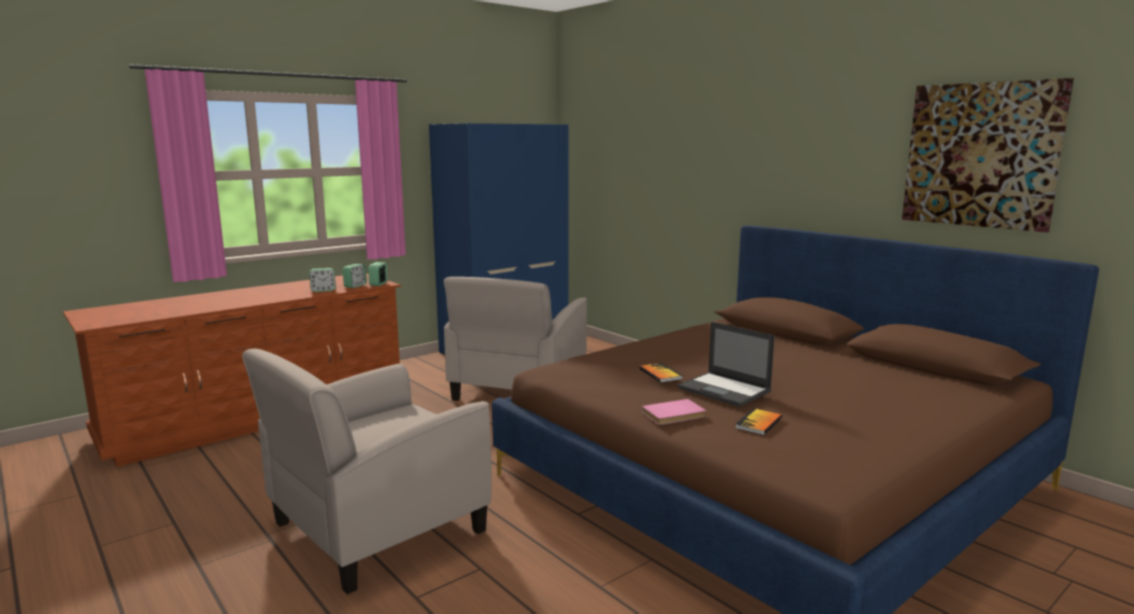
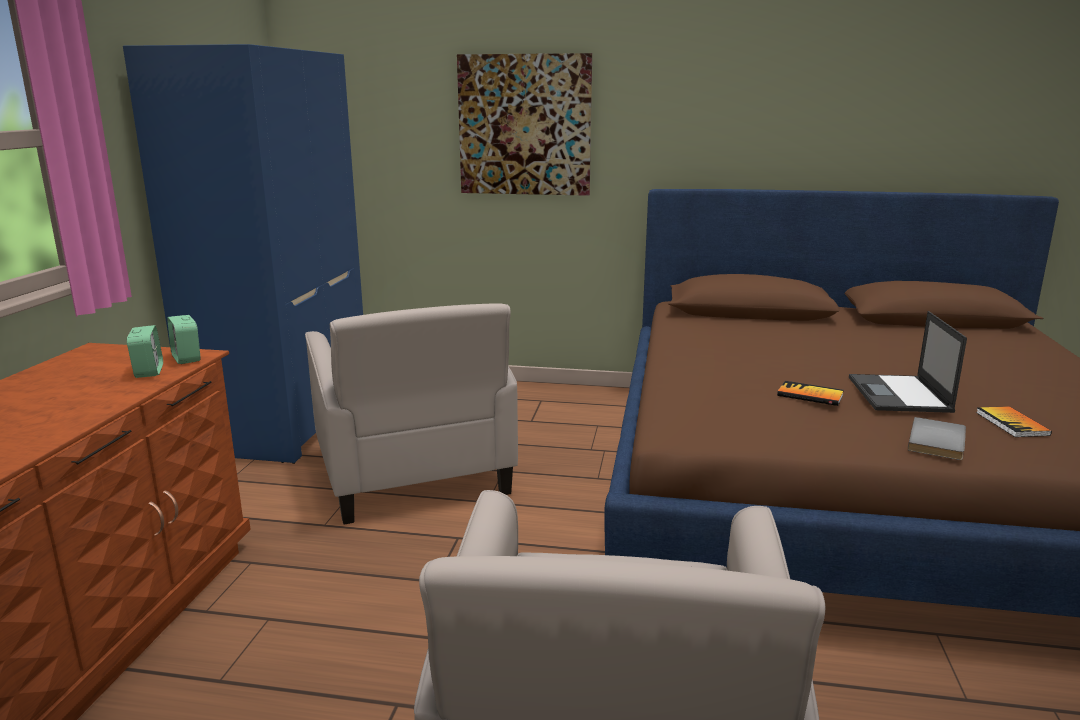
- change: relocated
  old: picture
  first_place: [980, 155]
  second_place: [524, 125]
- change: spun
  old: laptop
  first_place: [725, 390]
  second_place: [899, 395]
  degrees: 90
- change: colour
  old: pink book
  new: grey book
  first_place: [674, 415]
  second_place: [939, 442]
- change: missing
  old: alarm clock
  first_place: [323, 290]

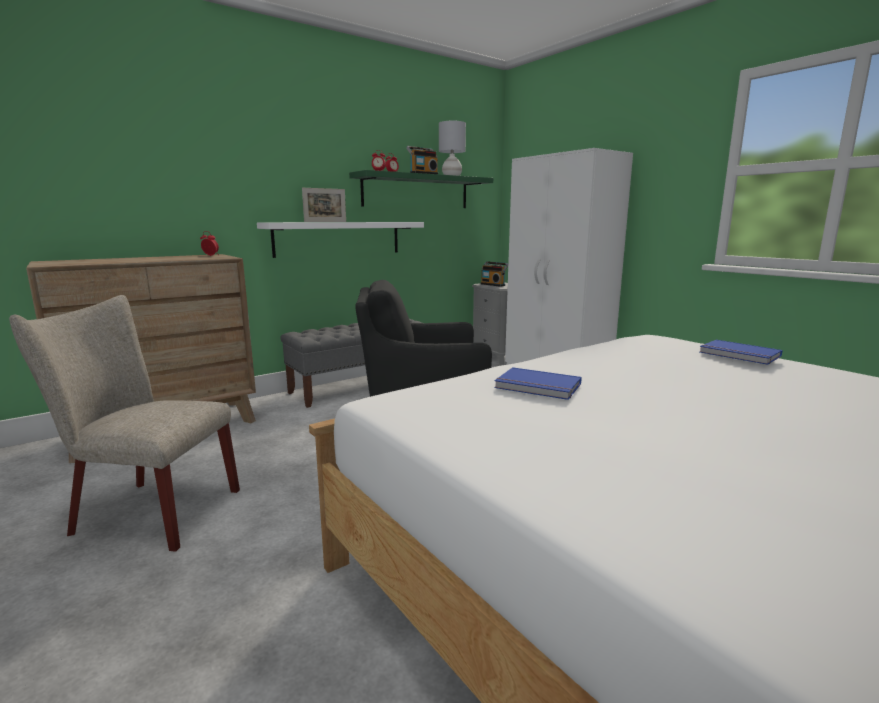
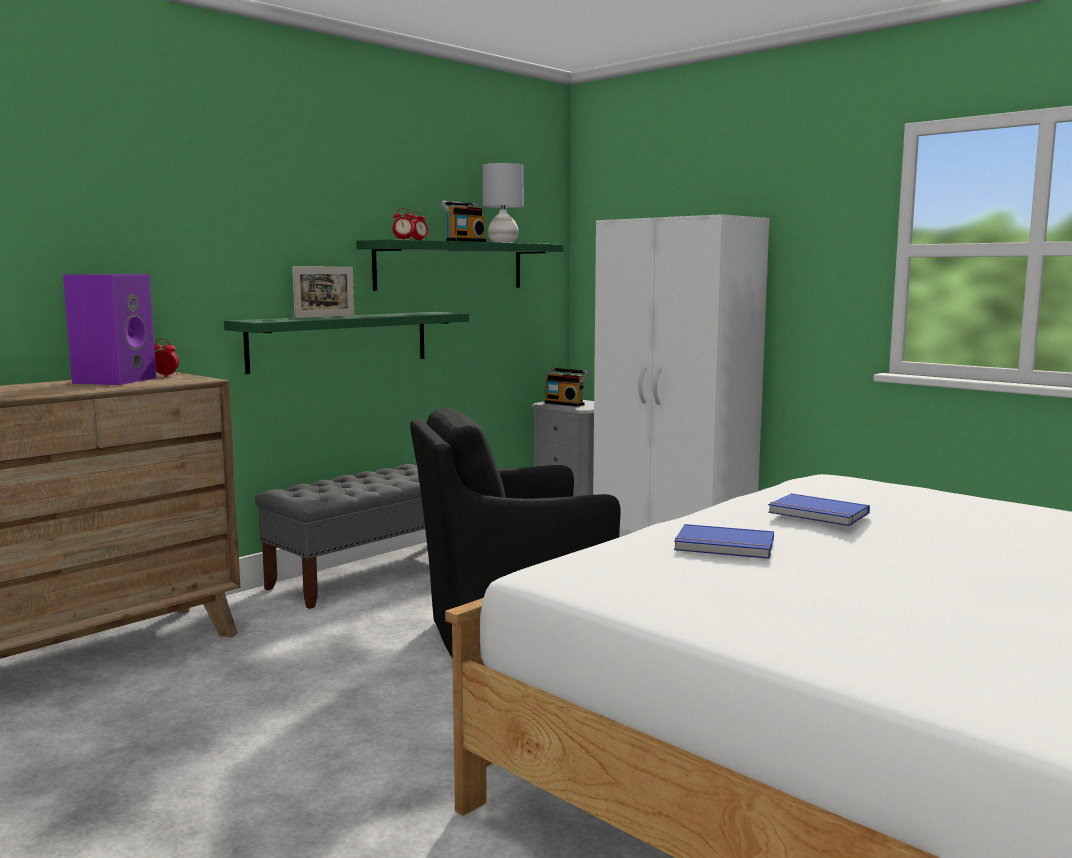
- change: appeared
  new: purple speaker
  second_place: [115, 380]
- change: colour
  old: white shelf
  new: green shelf
  first_place: [338, 238]
  second_place: [340, 340]
- change: relocated
  old: blue book
  first_place: [739, 355]
  second_place: [817, 514]
- change: missing
  old: beige chair
  first_place: [148, 511]

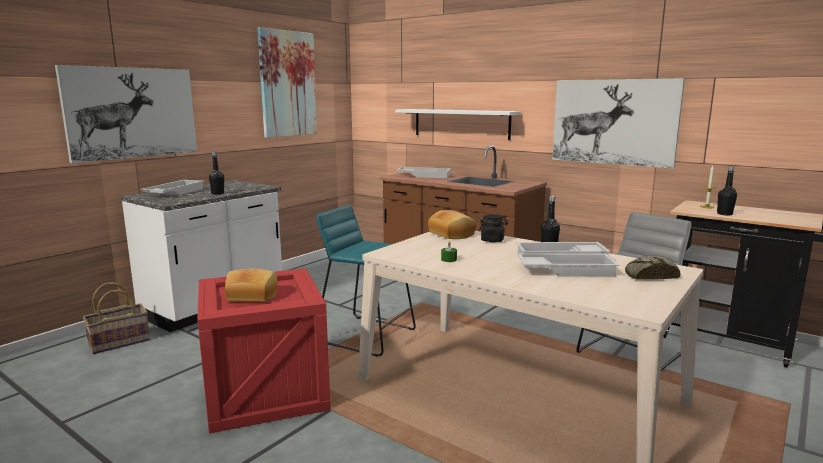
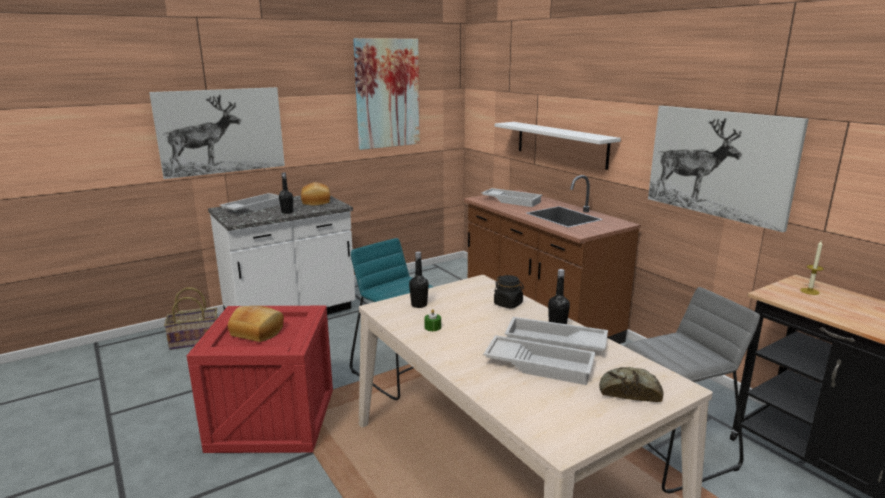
- change: relocated
  old: bread
  first_place: [452, 234]
  second_place: [317, 201]
- change: relocated
  old: black bottle
  first_place: [724, 214]
  second_place: [419, 305]

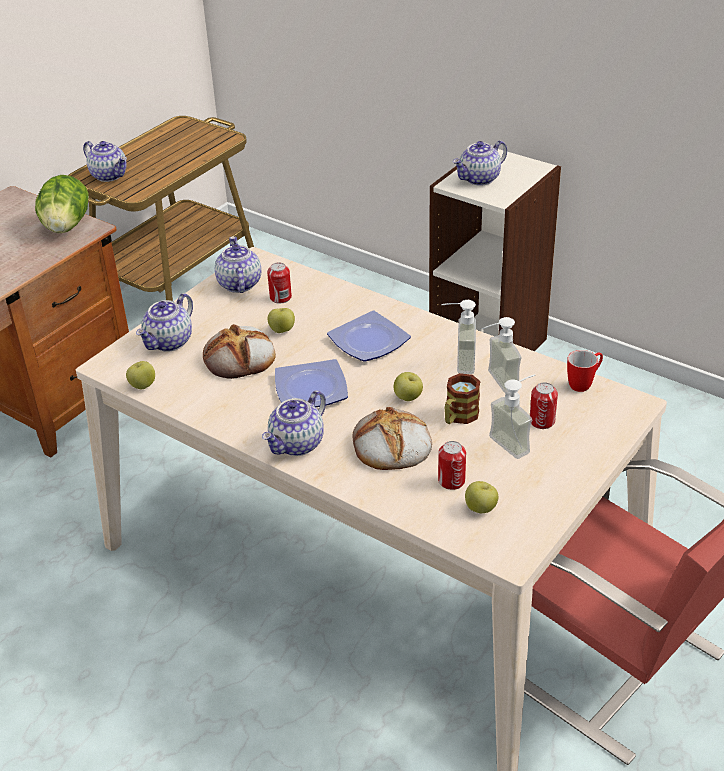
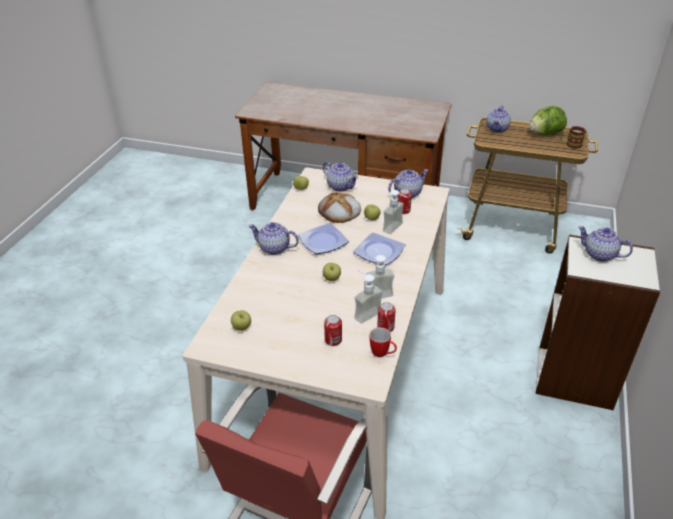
- change: spun
  old: teapot
  first_place: [169, 342]
  second_place: [341, 186]
  degrees: -150
- change: relocated
  old: can
  first_place: [451, 481]
  second_place: [385, 327]
- change: relocated
  old: soap dispenser
  first_place: [516, 441]
  second_place: [397, 229]
- change: relocated
  old: lettuce
  first_place: [66, 227]
  second_place: [544, 134]
- change: relocated
  old: mug
  first_place: [458, 417]
  second_place: [570, 144]
- change: missing
  old: bread
  first_place: [391, 445]

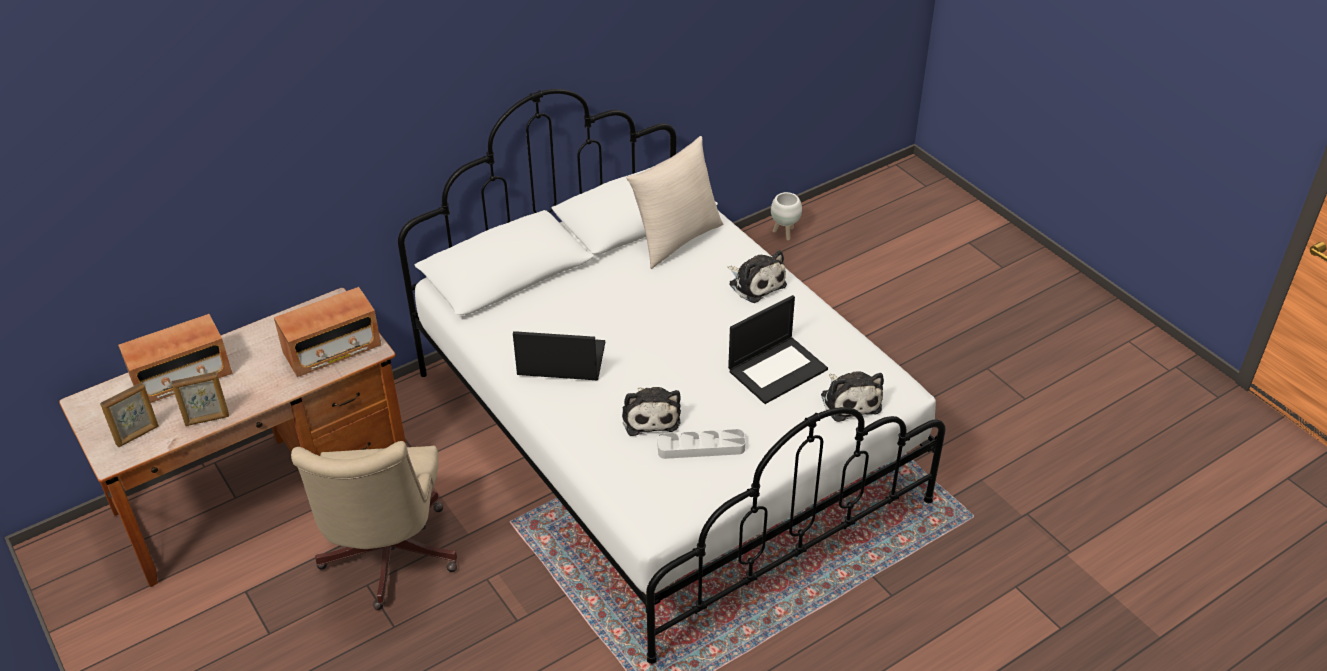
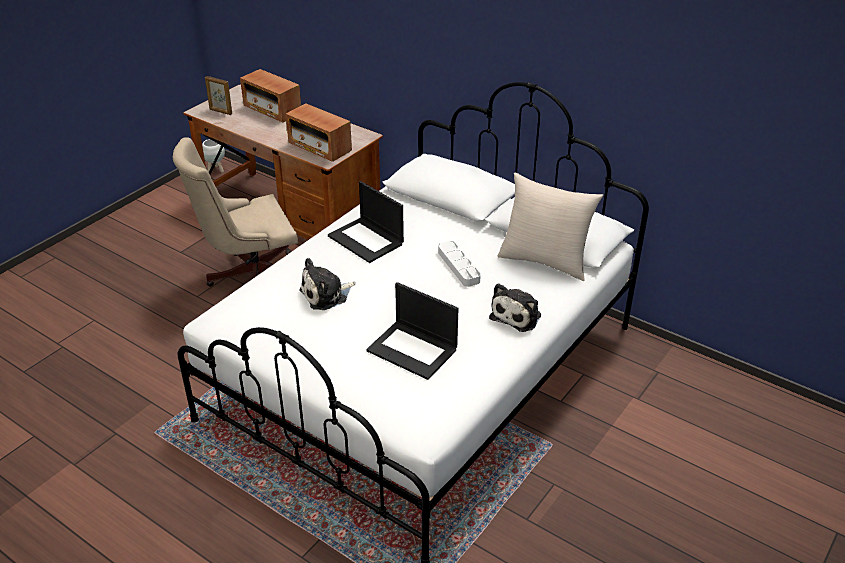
- change: relocated
  old: white planter
  first_place: [784, 233]
  second_place: [215, 170]
- change: spun
  old: laptop
  first_place: [560, 360]
  second_place: [367, 240]
  degrees: 150
- change: relocated
  old: grey tray
  first_place: [701, 447]
  second_place: [458, 266]
- change: missing
  old: picture frame
  first_place: [207, 420]
- change: missing
  old: plush toy
  first_place: [849, 400]

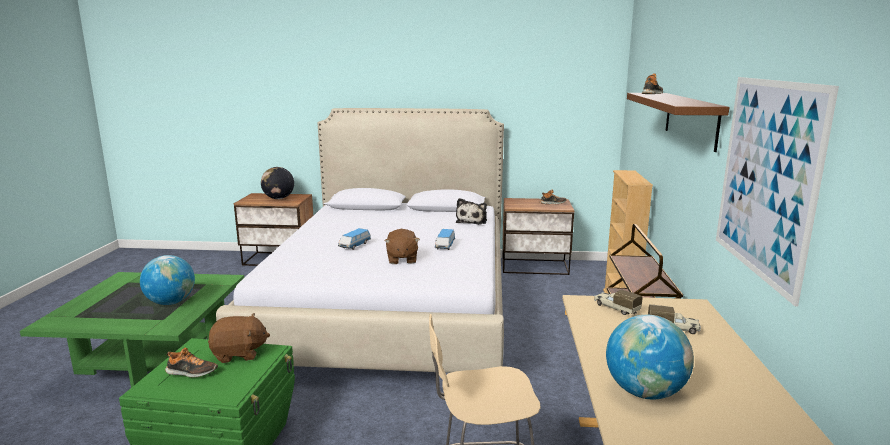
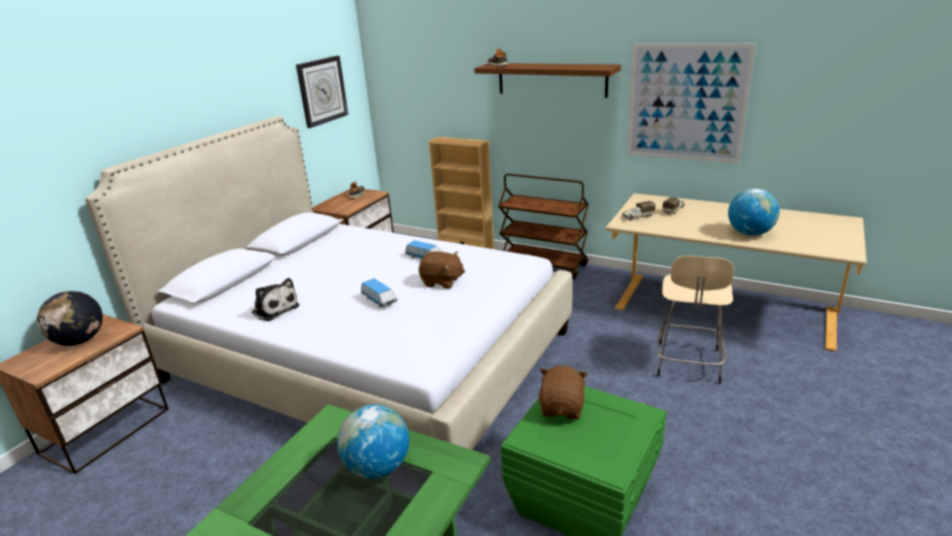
- change: relocated
  old: plush toy
  first_place: [472, 221]
  second_place: [274, 309]
- change: appeared
  new: wall clock
  second_place: [322, 91]
- change: missing
  old: shoe
  first_place: [191, 372]

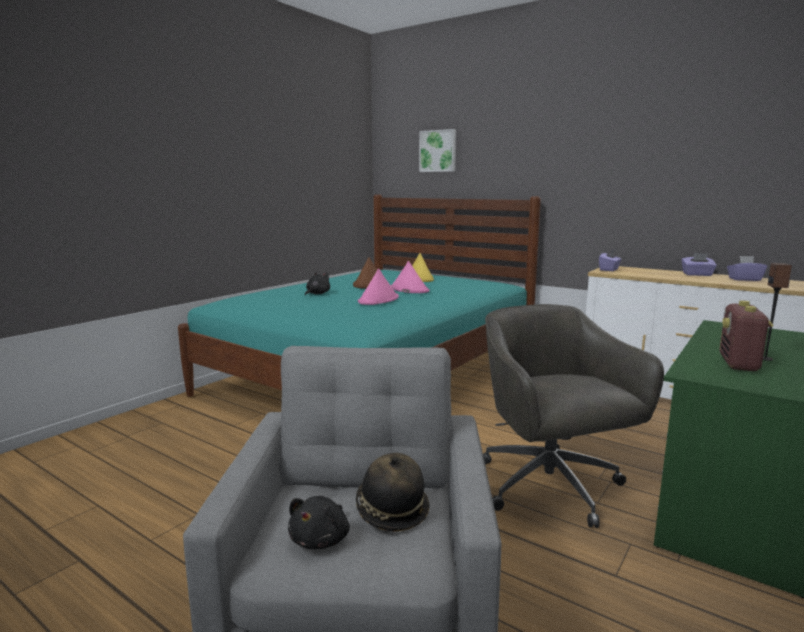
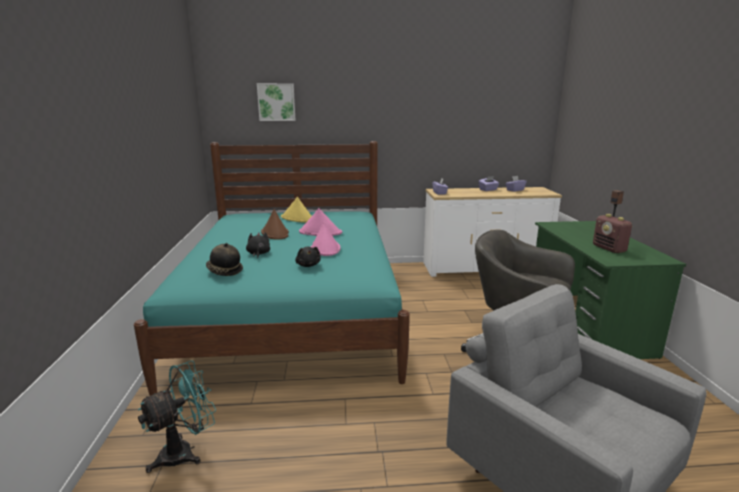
- change: appeared
  new: turquoise fan
  second_place: [185, 452]
- change: relocated
  old: hat
  first_place: [391, 510]
  second_place: [224, 271]
- change: relocated
  old: black plush toy
  first_place: [321, 539]
  second_place: [308, 265]

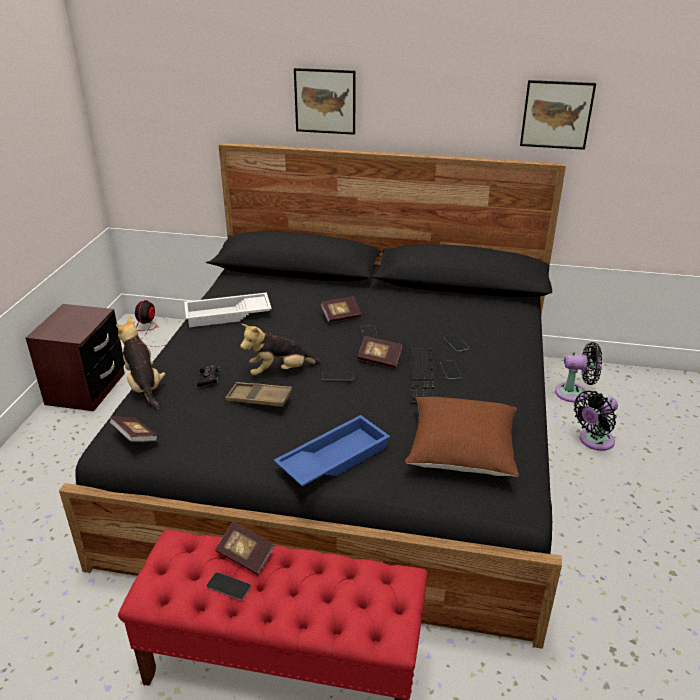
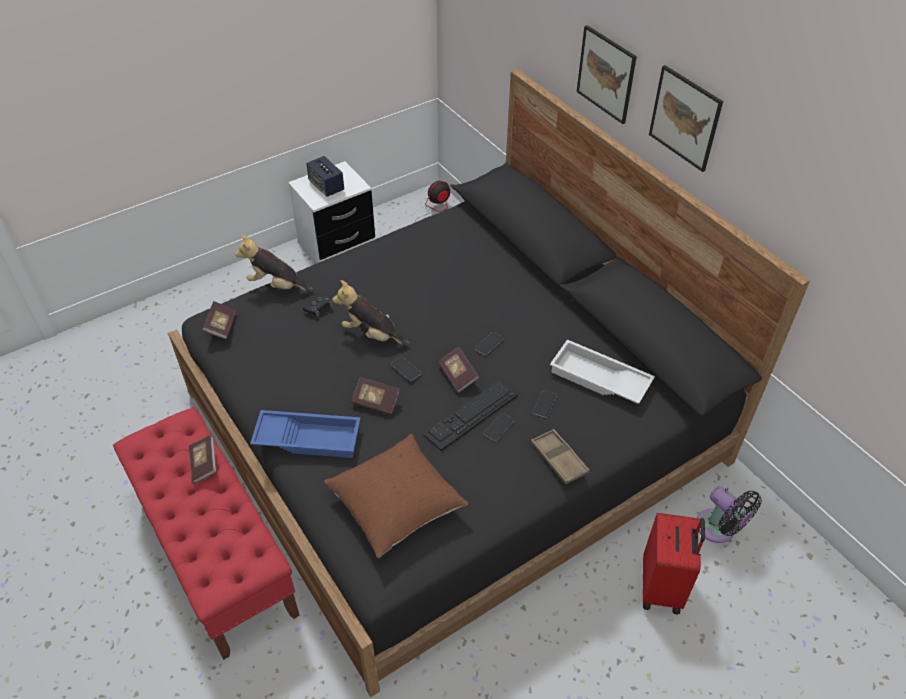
- change: spun
  old: plush toy
  first_place: [144, 387]
  second_place: [277, 285]
  degrees: -90
- change: colour
  old: brown nightstand
  new: white nightstand
  first_place: [86, 389]
  second_place: [336, 243]
- change: appeared
  new: speaker
  second_place: [326, 186]
- change: relocated
  old: book
  first_place: [340, 316]
  second_place: [376, 402]
- change: relocated
  old: brown tray
  first_place: [259, 398]
  second_place: [559, 459]
- change: relocated
  old: white tray
  first_place: [227, 315]
  second_place: [598, 379]
- change: exchanged
  old: black fan
  new: red suitcase
  first_place: [594, 441]
  second_place: [662, 587]
- change: relocated
  old: picture
  first_place: [556, 114]
  second_place: [685, 118]
- change: missing
  old: phone
  first_place: [228, 586]

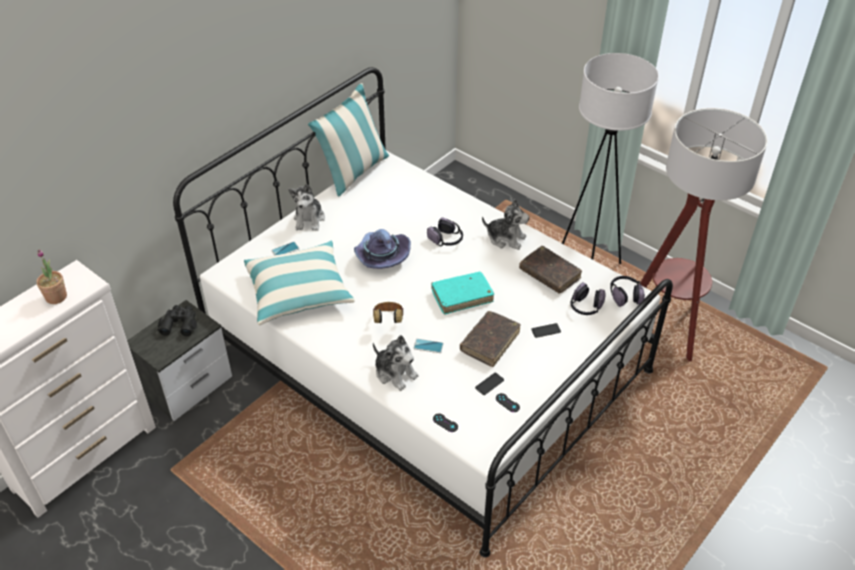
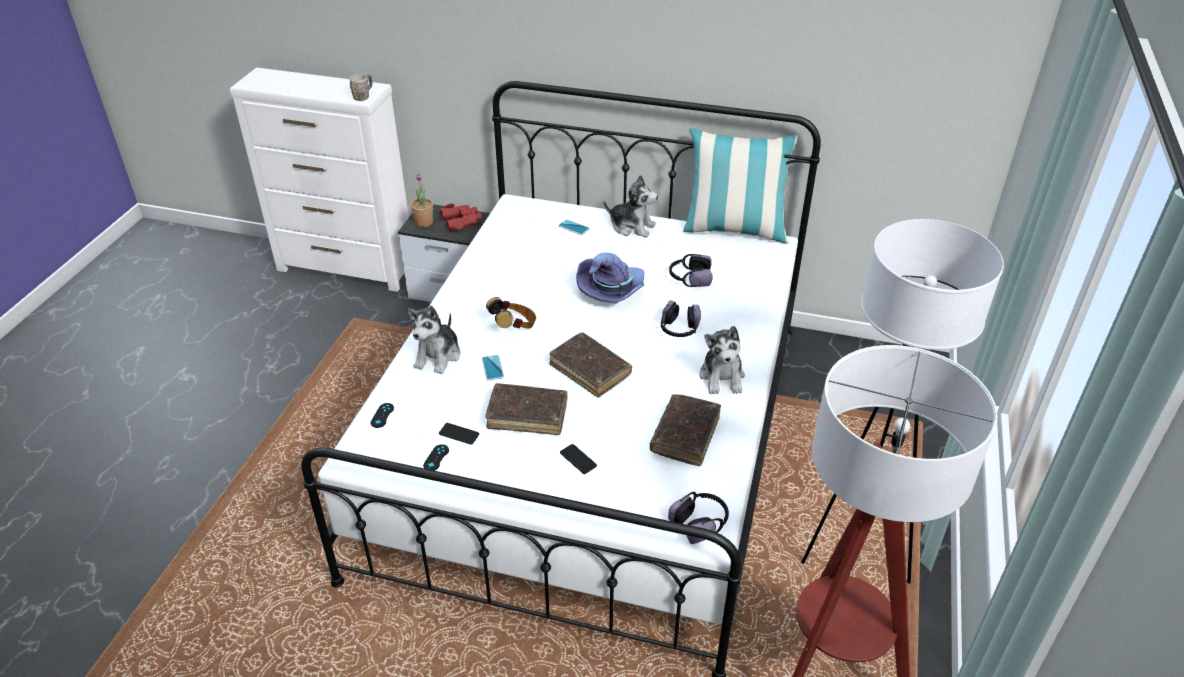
- change: appeared
  new: grey mug
  second_place: [364, 96]
- change: relocated
  old: potted plant
  first_place: [56, 297]
  second_place: [424, 222]
- change: colour
  old: black binoculars
  new: red binoculars
  first_place: [179, 323]
  second_place: [461, 221]
- change: colour
  old: turquoise book
  new: brown book
  first_place: [462, 296]
  second_place: [590, 370]
- change: spun
  old: plush toy
  first_place: [309, 219]
  second_place: [632, 226]
  degrees: -135
- change: relocated
  old: headphones
  first_place: [585, 307]
  second_place: [689, 278]
- change: missing
  old: pillow
  first_place: [298, 292]

